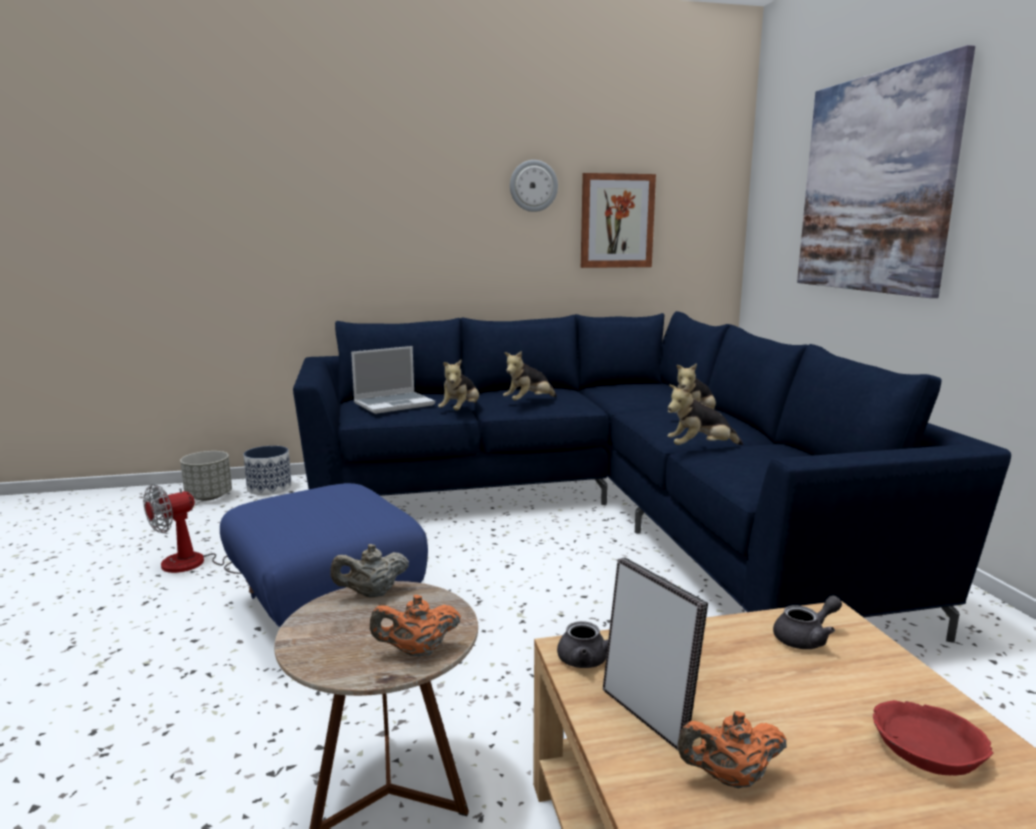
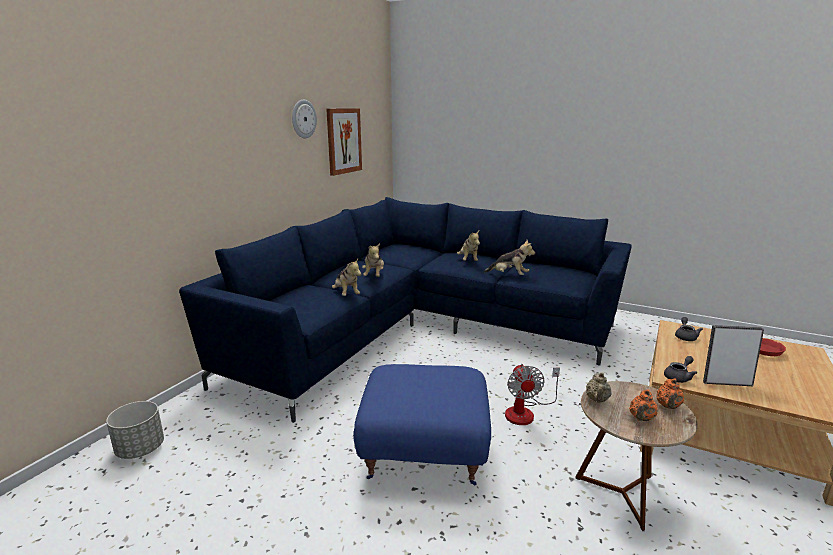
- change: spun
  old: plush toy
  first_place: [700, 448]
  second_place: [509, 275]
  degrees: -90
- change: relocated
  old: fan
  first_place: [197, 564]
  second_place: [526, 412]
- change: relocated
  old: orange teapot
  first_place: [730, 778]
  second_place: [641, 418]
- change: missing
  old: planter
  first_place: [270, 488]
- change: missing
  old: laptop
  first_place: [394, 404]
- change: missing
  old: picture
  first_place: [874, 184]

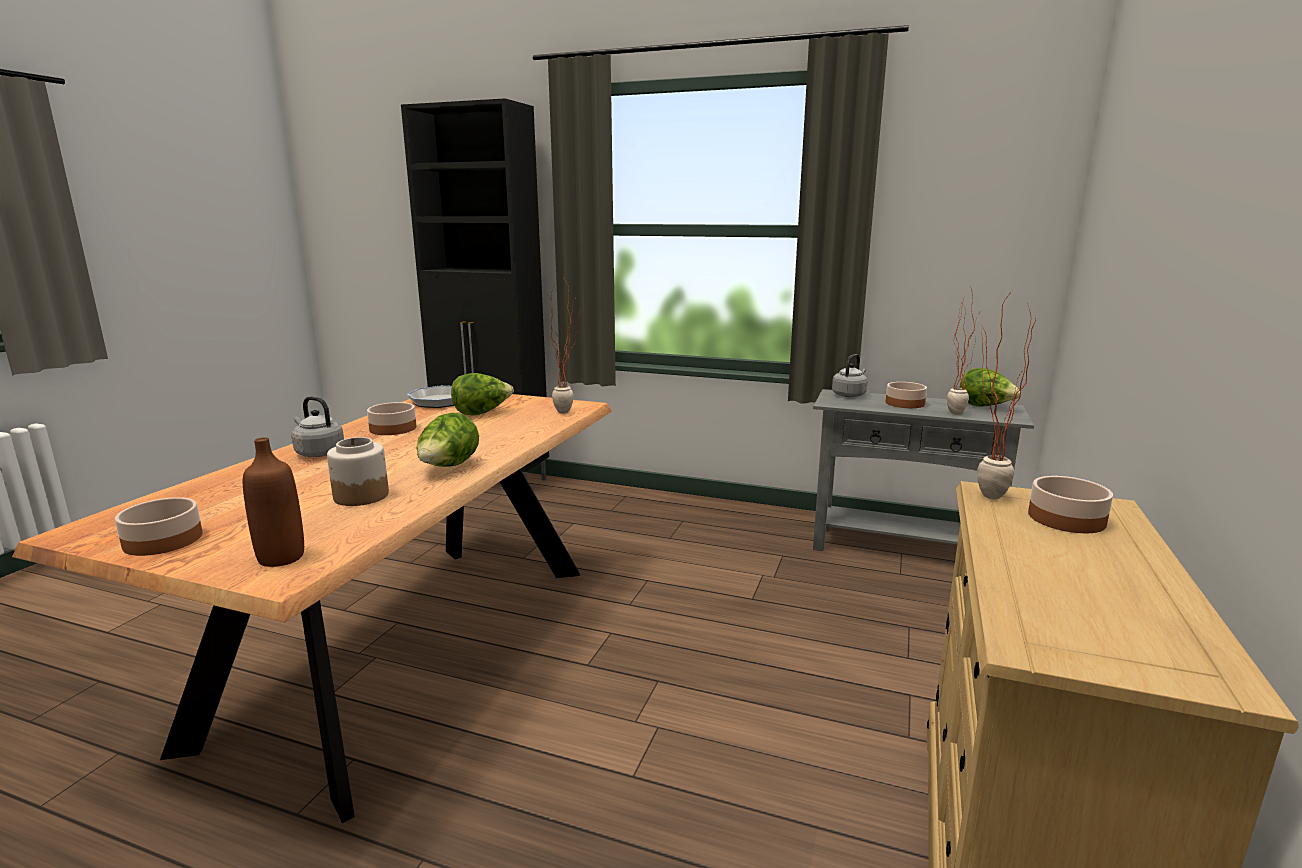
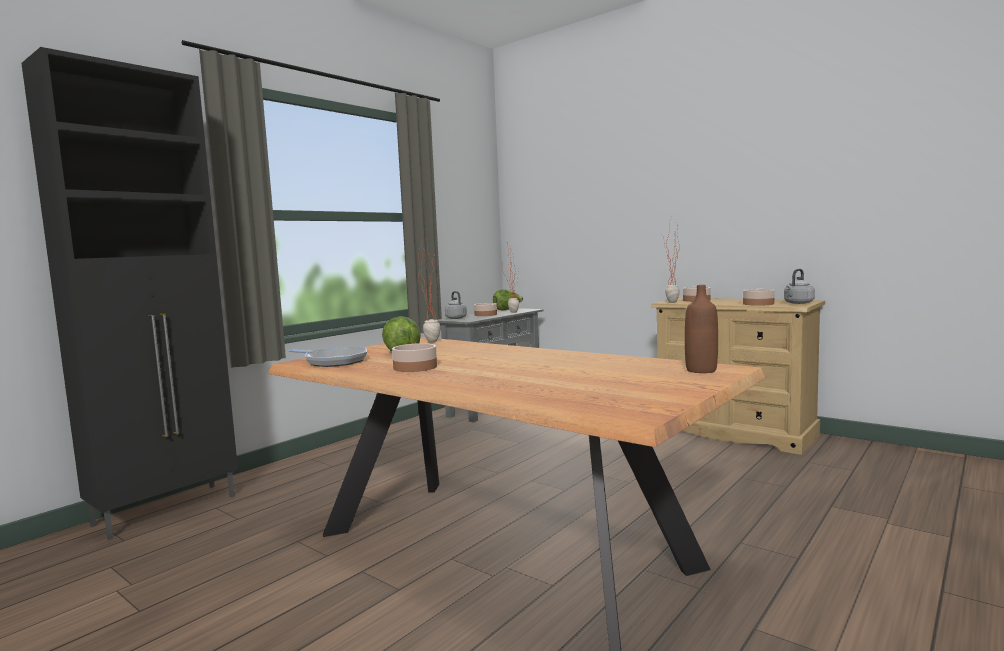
- change: relocated
  old: bowl
  first_place: [162, 540]
  second_place: [758, 304]
- change: relocated
  old: grey kettle
  first_place: [318, 453]
  second_place: [797, 303]
- change: missing
  old: jar
  first_place: [361, 496]
- change: missing
  old: lettuce
  first_place: [448, 467]

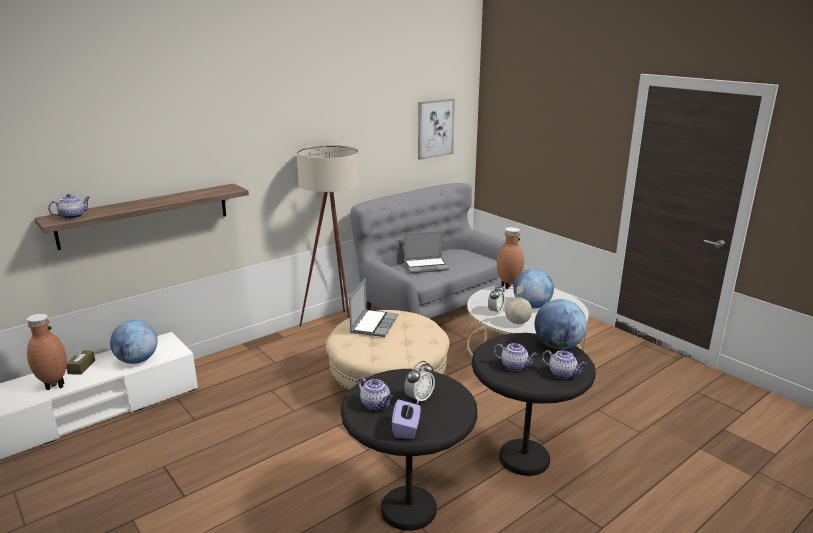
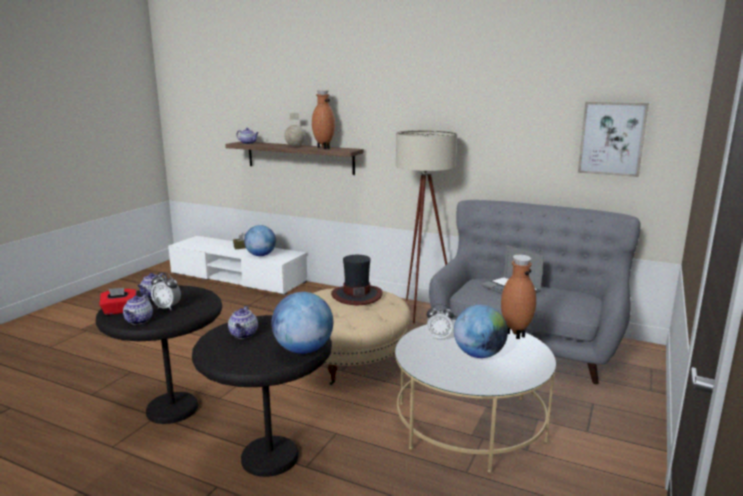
- change: colour
  old: purple tissue box
  new: red tissue box
  first_place: [406, 429]
  second_place: [120, 311]
- change: relocated
  old: teapot
  first_place: [563, 374]
  second_place: [139, 321]
- change: relocated
  old: globe
  first_place: [518, 322]
  second_place: [295, 146]
- change: relocated
  old: brown vase
  first_place: [53, 386]
  second_place: [323, 148]
- change: exchanged
  old: laptop
  new: hat
  first_place: [374, 324]
  second_place: [356, 295]

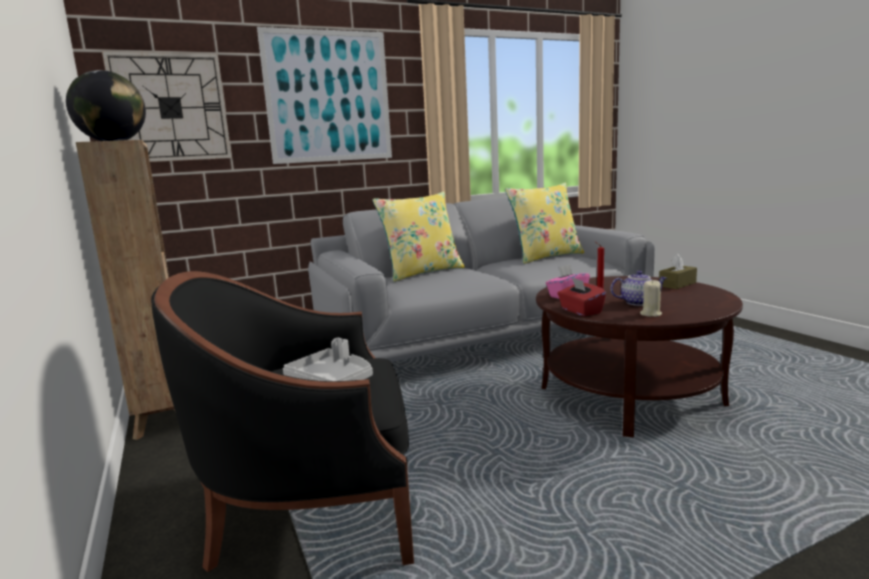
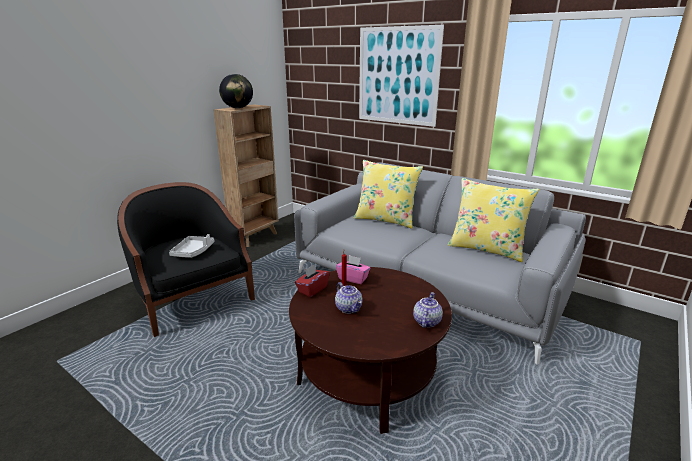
- change: exchanged
  old: brown tissue box
  new: teapot
  first_place: [677, 284]
  second_place: [426, 321]
- change: missing
  old: wall clock
  first_place: [170, 108]
- change: missing
  old: beige candle
  first_place: [650, 314]

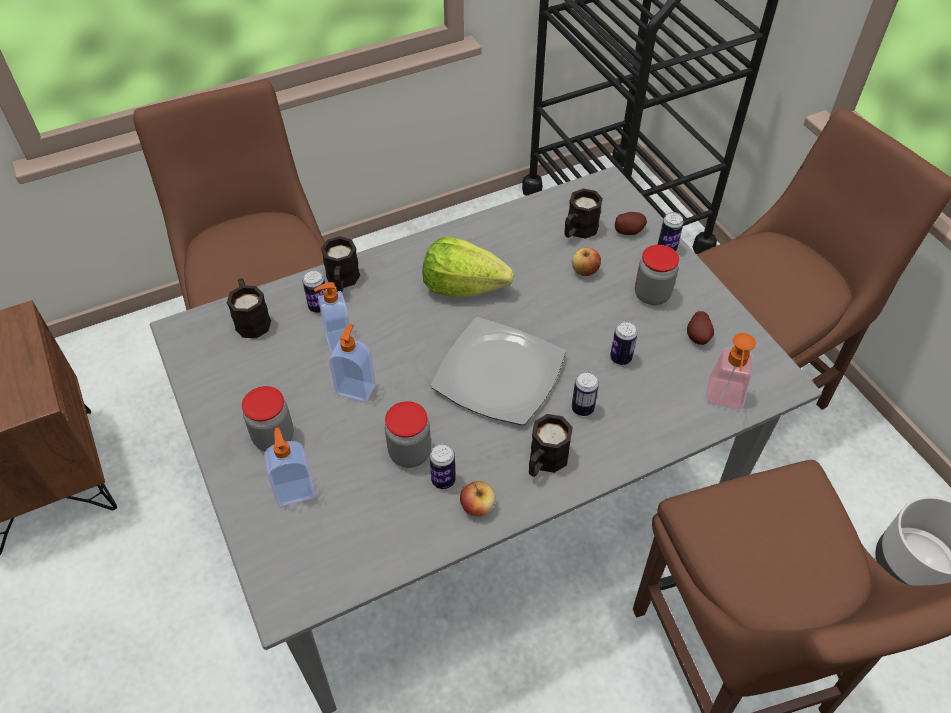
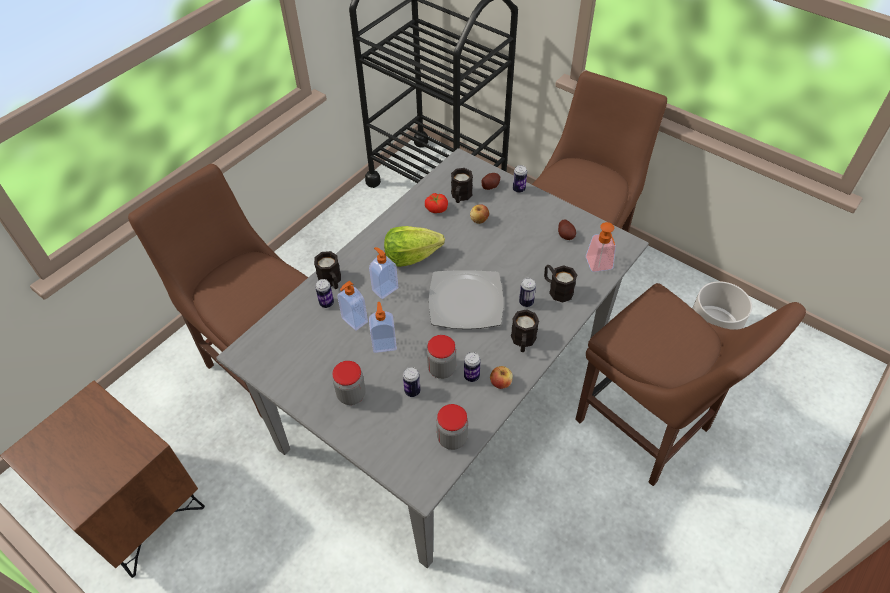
- change: relocated
  old: soap dispenser
  first_place: [295, 490]
  second_place: [384, 289]
- change: relocated
  old: can
  first_place: [620, 358]
  second_place: [412, 391]
- change: appeared
  new: tomato
  second_place: [436, 208]
- change: relocated
  old: jar
  first_place: [652, 295]
  second_place: [452, 438]
- change: relocated
  old: black mug
  first_place: [251, 319]
  second_place: [557, 289]

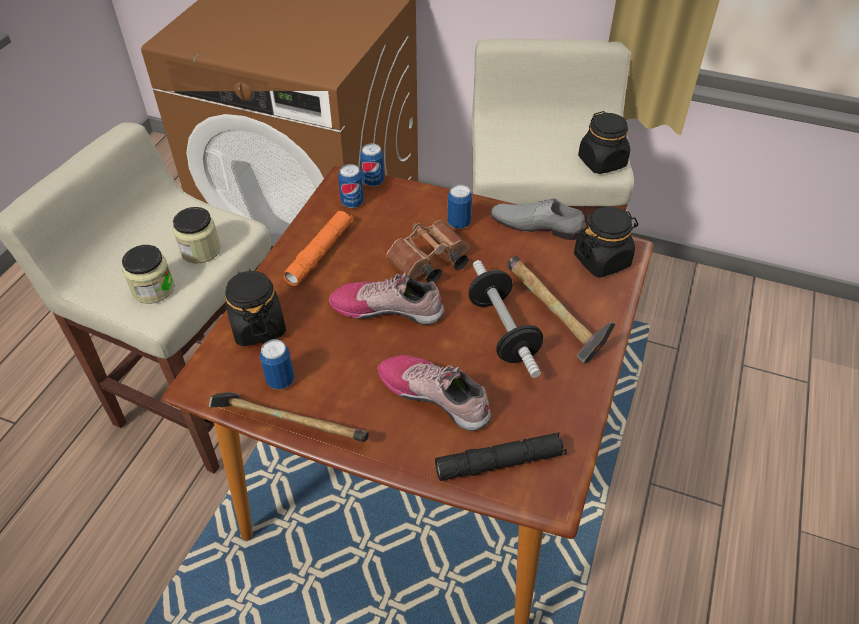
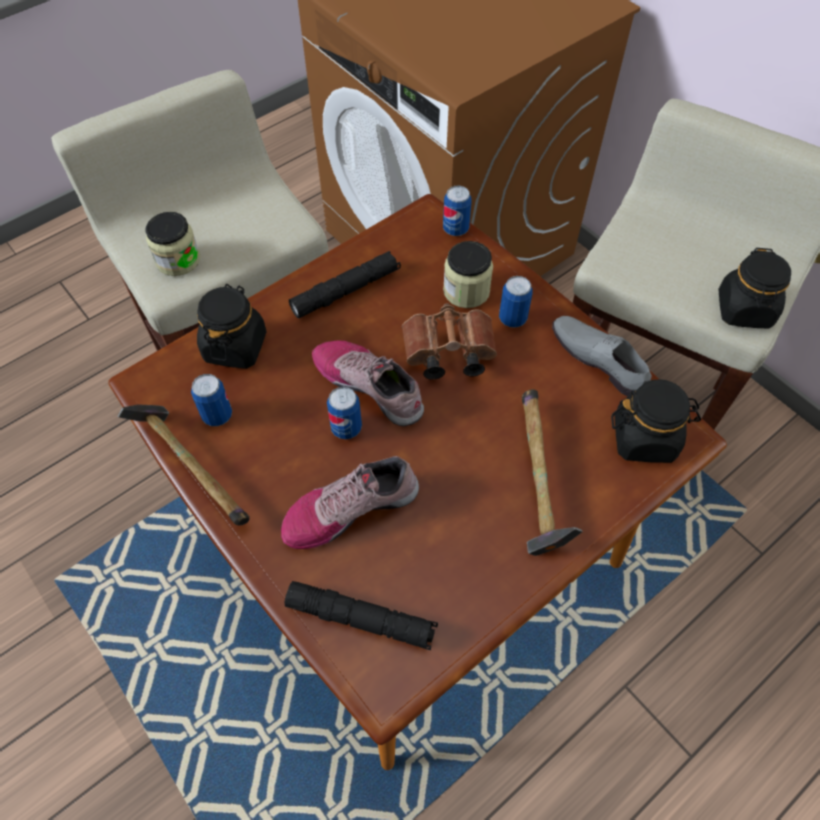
- change: spun
  old: shoe
  first_place: [435, 395]
  second_place: [350, 508]
  degrees: -90
- change: colour
  old: orange flashlight
  new: black flashlight
  first_place: [320, 253]
  second_place: [346, 291]
- change: relocated
  old: can
  first_place: [352, 203]
  second_place: [346, 428]
- change: relocated
  old: jar
  first_place: [200, 250]
  second_place: [466, 291]
- change: missing
  old: dumbbell
  first_place: [503, 331]

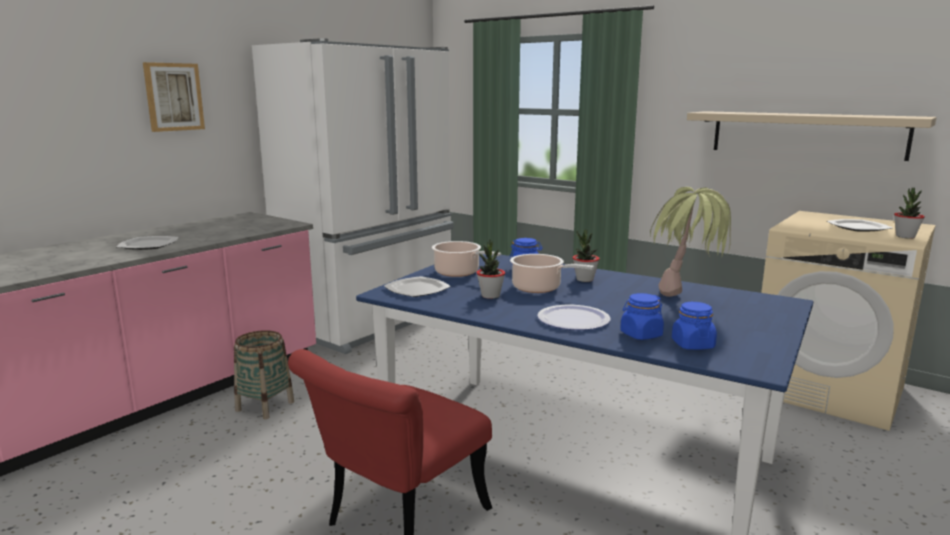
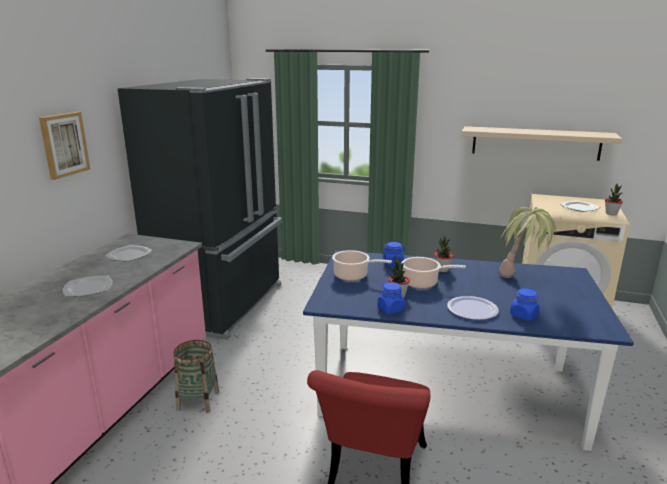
- change: relocated
  old: plate
  first_place: [417, 289]
  second_place: [129, 255]
- change: colour
  old: white fridge
  new: black fridge
  first_place: [372, 321]
  second_place: [224, 304]
- change: relocated
  old: blue jar
  first_place: [692, 344]
  second_place: [390, 309]

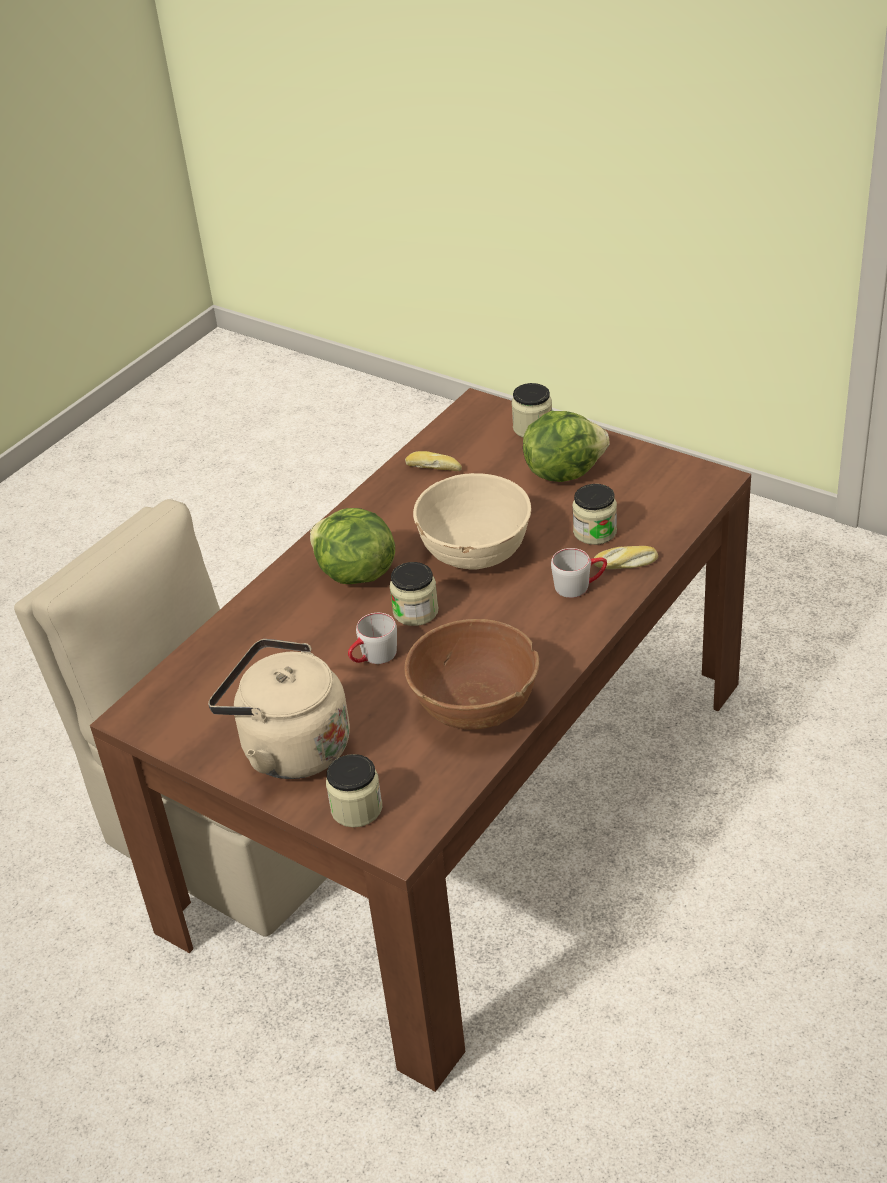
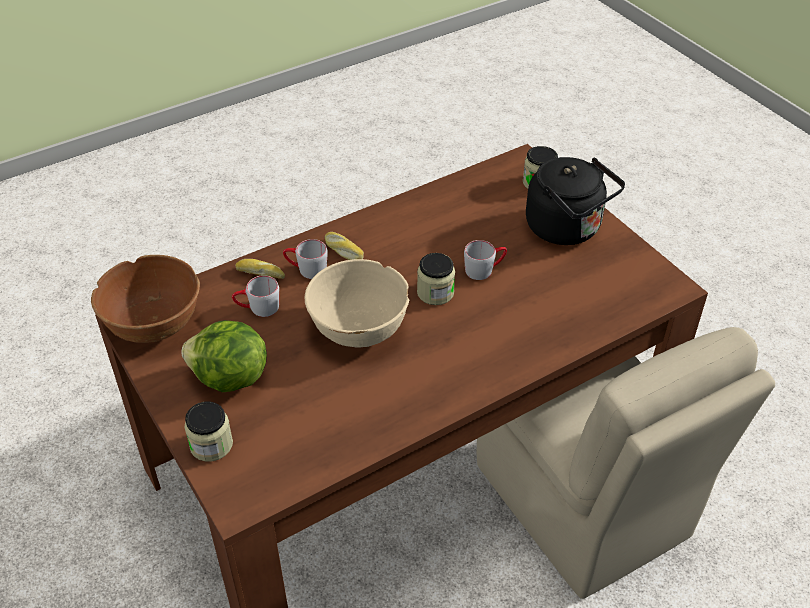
- change: relocated
  old: brown bowl
  first_place: [475, 705]
  second_place: [153, 323]
- change: exchanged
  old: jar
  new: grey mug
  first_place: [595, 532]
  second_place: [257, 308]
- change: relocated
  old: bread
  first_place: [434, 467]
  second_place: [343, 251]
- change: colour
  old: beige kettle
  new: black kettle
  first_place: [289, 748]
  second_place: [567, 229]
- change: missing
  old: lettuce
  first_place: [354, 574]

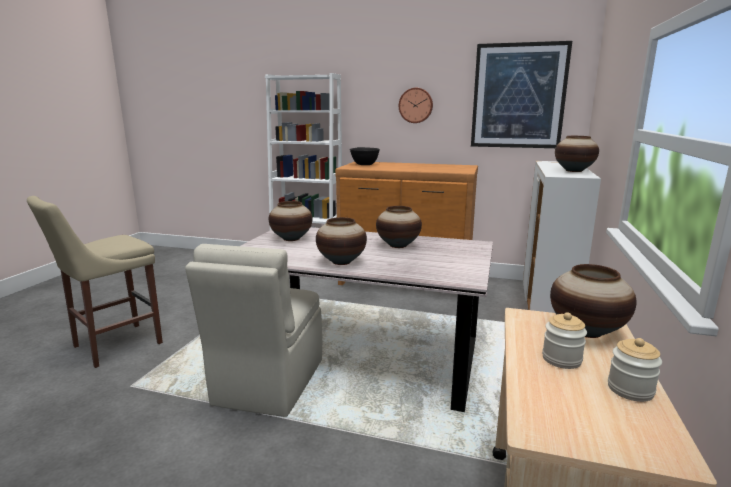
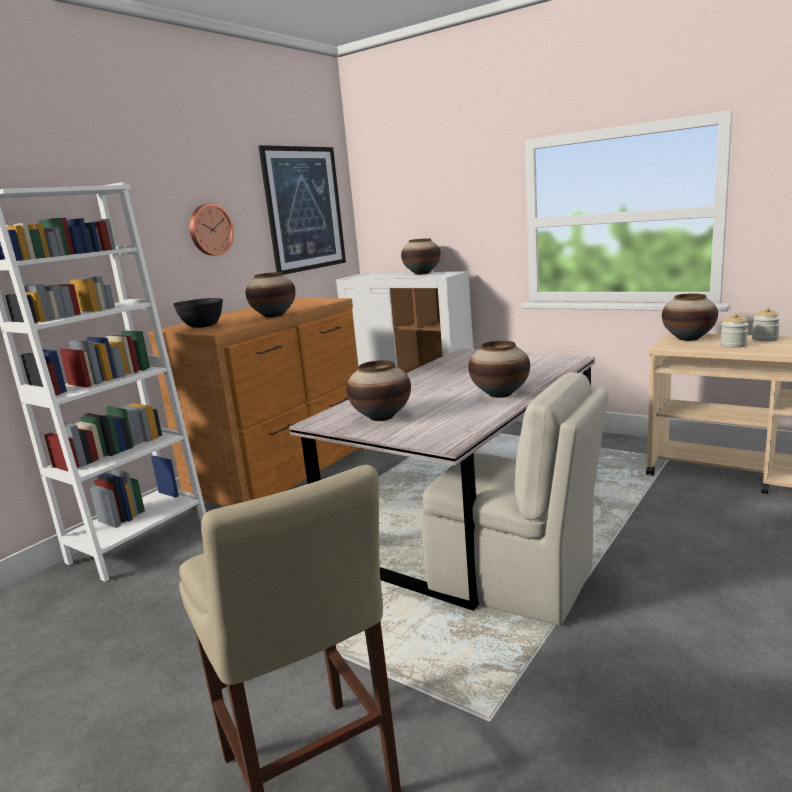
- change: relocated
  old: vase
  first_place: [398, 245]
  second_place: [274, 315]

